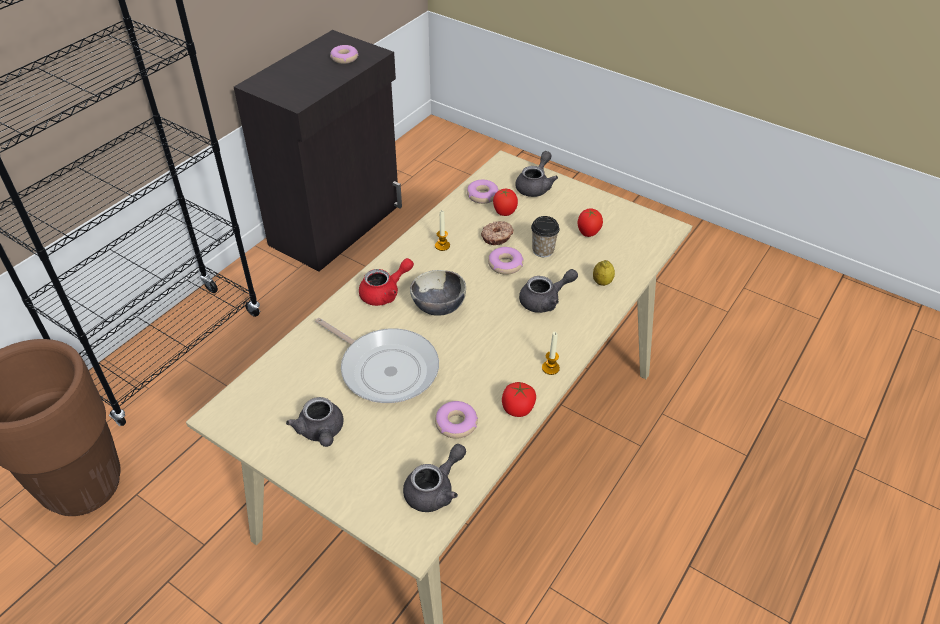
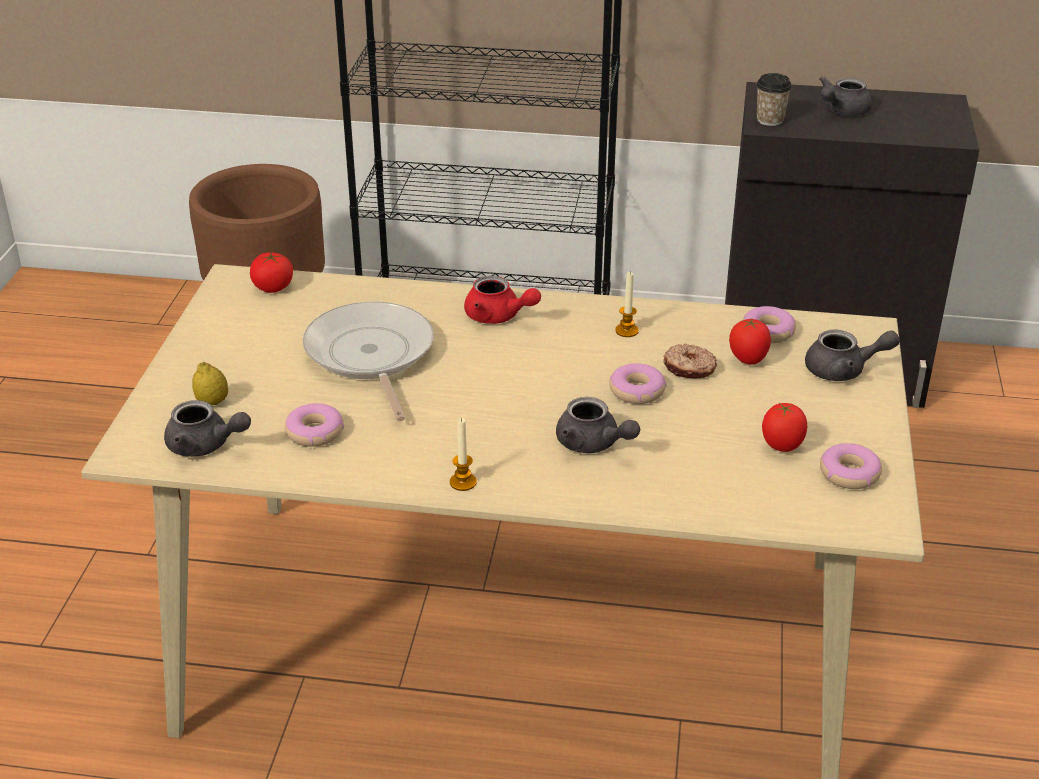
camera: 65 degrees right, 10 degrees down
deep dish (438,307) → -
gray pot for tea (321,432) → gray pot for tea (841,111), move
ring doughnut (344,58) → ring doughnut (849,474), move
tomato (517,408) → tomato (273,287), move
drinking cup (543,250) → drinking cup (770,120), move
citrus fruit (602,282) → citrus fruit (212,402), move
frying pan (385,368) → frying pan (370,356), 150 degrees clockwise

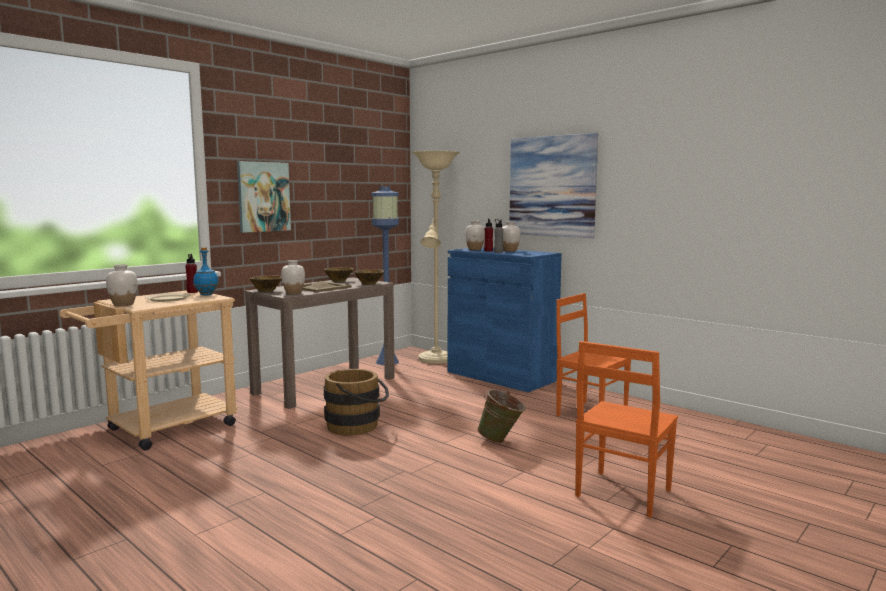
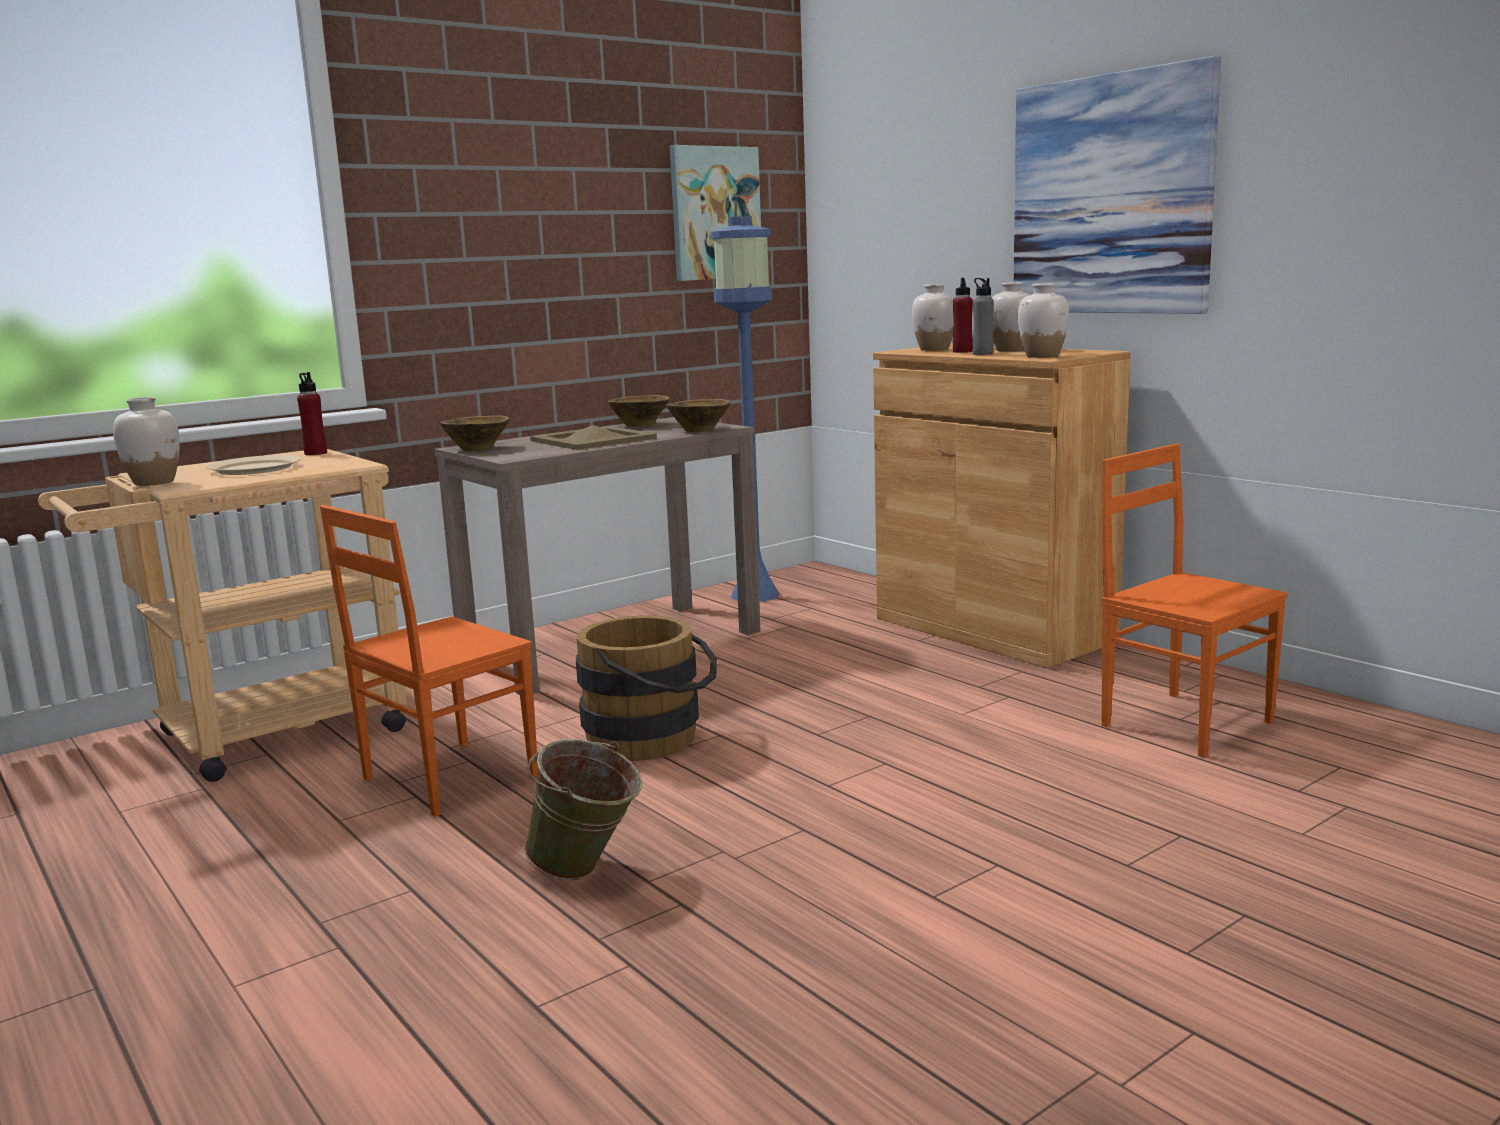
camera: 10 degrees right, 5 degrees up
blue drink bottle (206,295) → -
beige standing lamp (435,360) → -
wall picture (263,197) → wall picture (715,213), move
whitish decorative vase (293,293) → whitish decorative vase (1042,356), move
greenish bucket (501,441) → greenish bucket (587,872), move
orangey chair (621,493) → orangey chair (446,778), move
blue storage cabinet (501,376) → brownish storage cabinet (993,629)

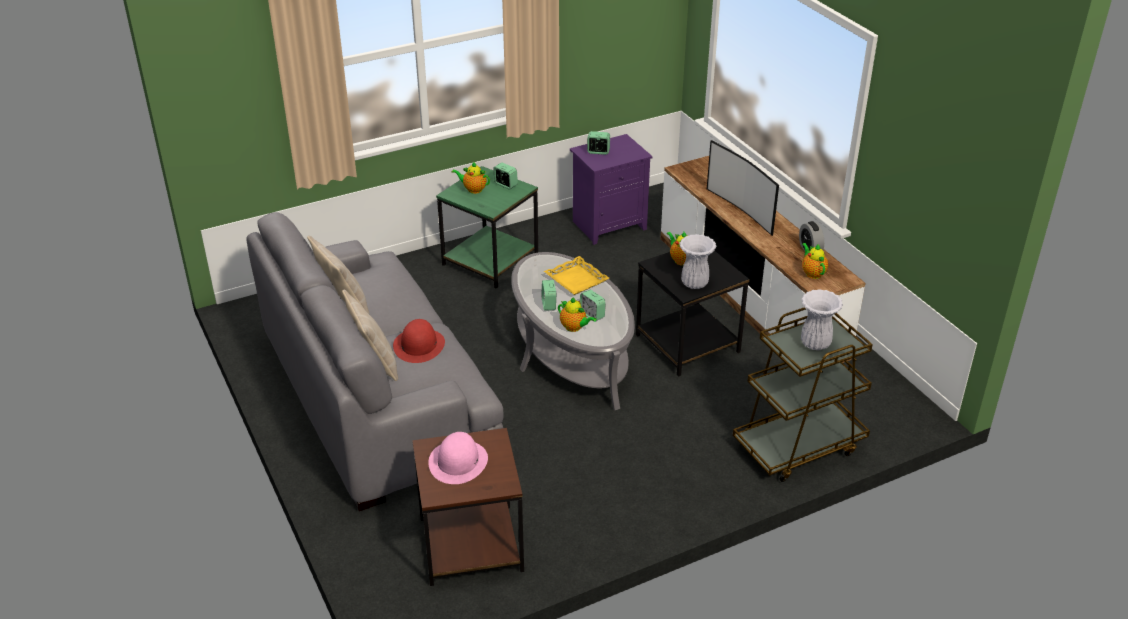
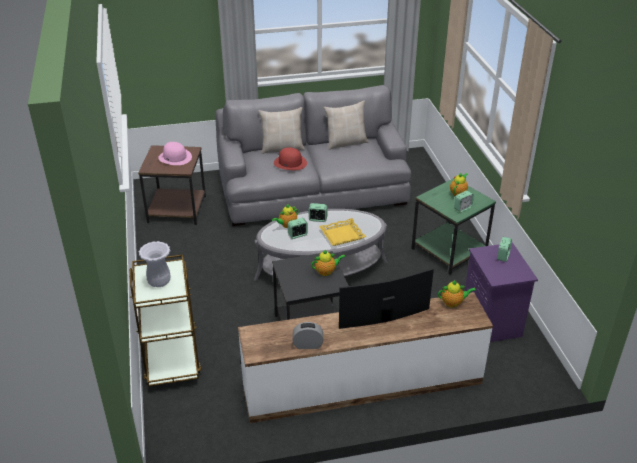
camera: 105 degrees right, 0 degrees up
whitish decorative vase (695,283) → -
pot for tea (812,273) → pot for tea (453,303), move

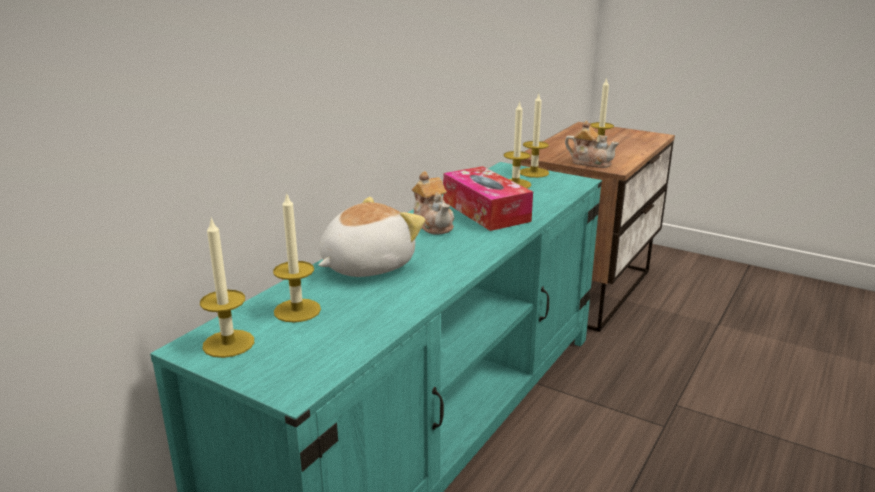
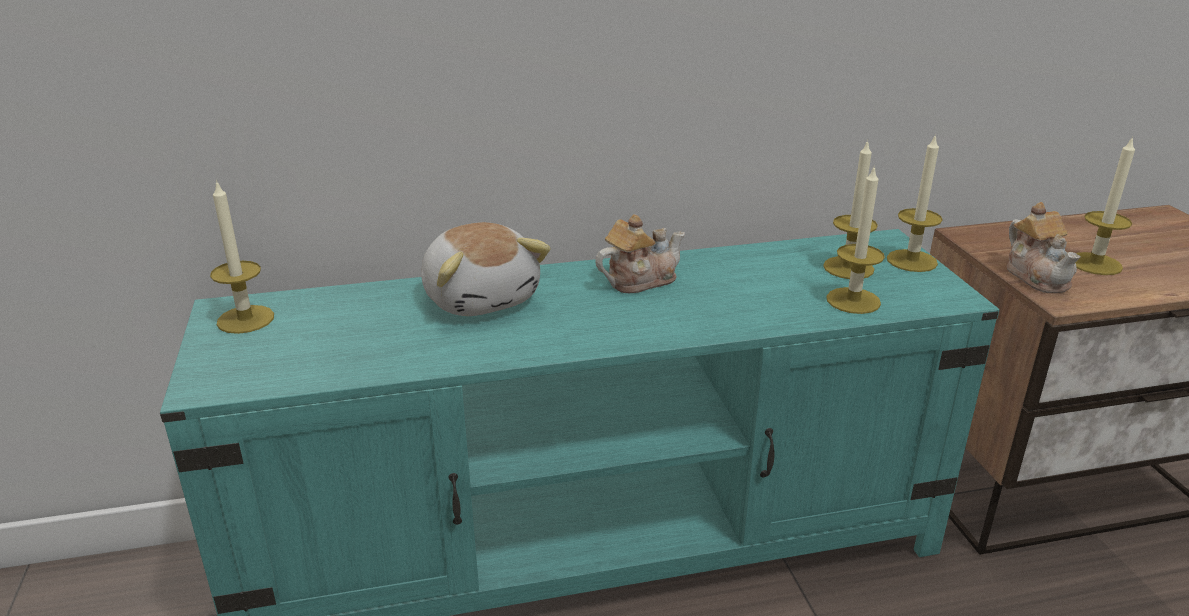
camera: 45 degrees right, 5 degrees up
box of tissues (485,211) → -
wax light (297,310) → wax light (853,300), move
soft toy (365,265) → soft toy (481,297), 60 degrees clockwise
pot for tea (433,224) → pot for tea (639,280), 135 degrees counterclockwise

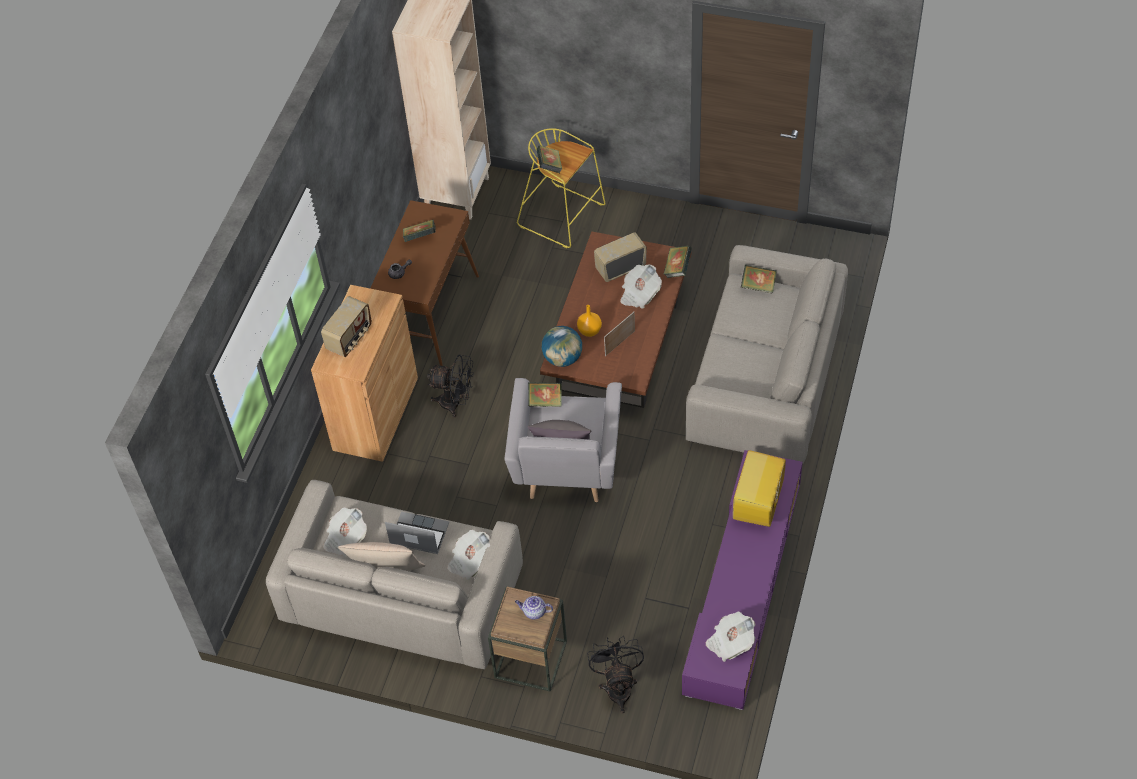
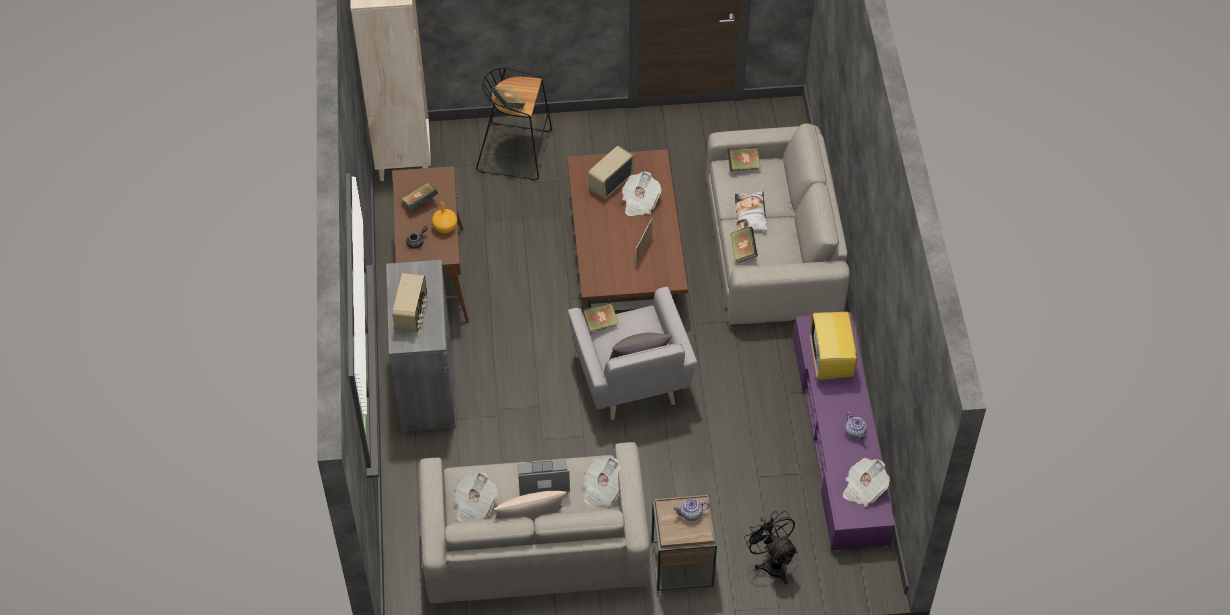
camera: 25 degrees left, 0 degrees up
black-coloured electric fan (455,403) → -
globe (563,358) → -
- → cushion (751,214)
- → pot for tea (855,432)
orangey decorative vase (589,331) → orangey decorative vase (444,228), move
volume (677,268) → volume (743,251), move
brownish storage cabinet (375,413) → gray storage cabinet (426,385)
yellow stool seat (563,216) → black-coloured stool seat (516,151)

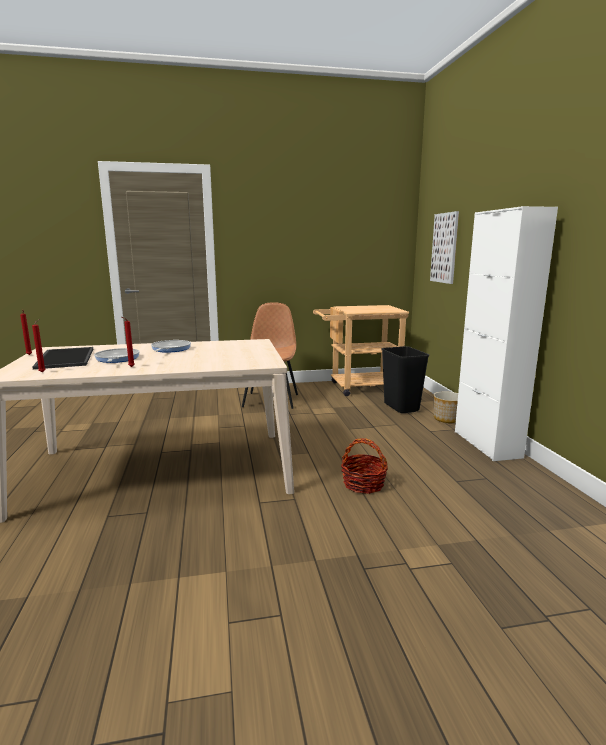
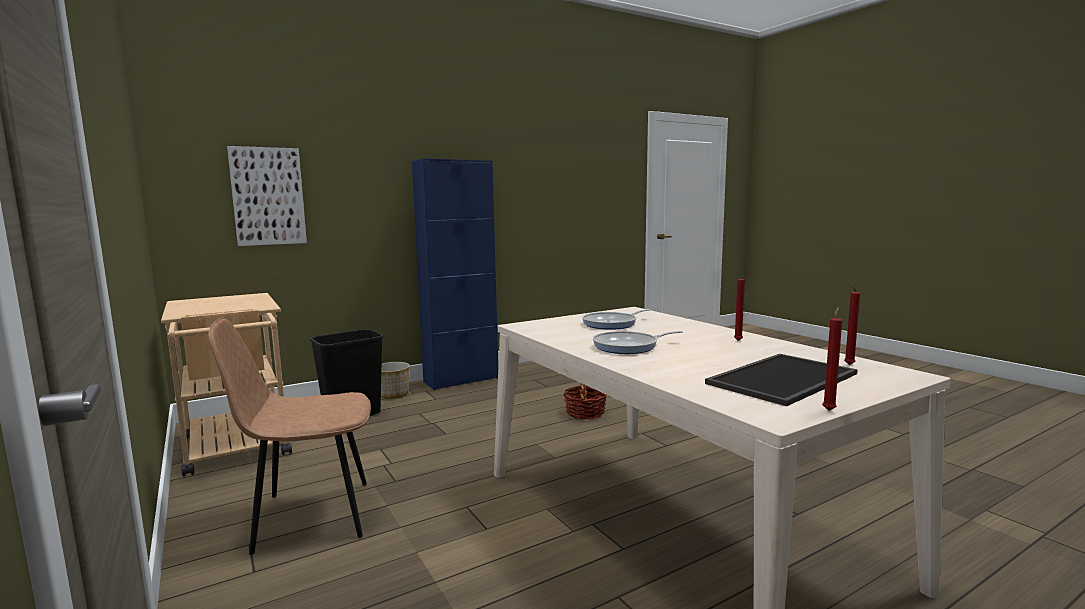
camera: 110 degrees left, 5 degrees down
frying pan (116,359) → frying pan (612,324), move
whitish storage cabinet (487,444) → blue storage cabinet (461,380)

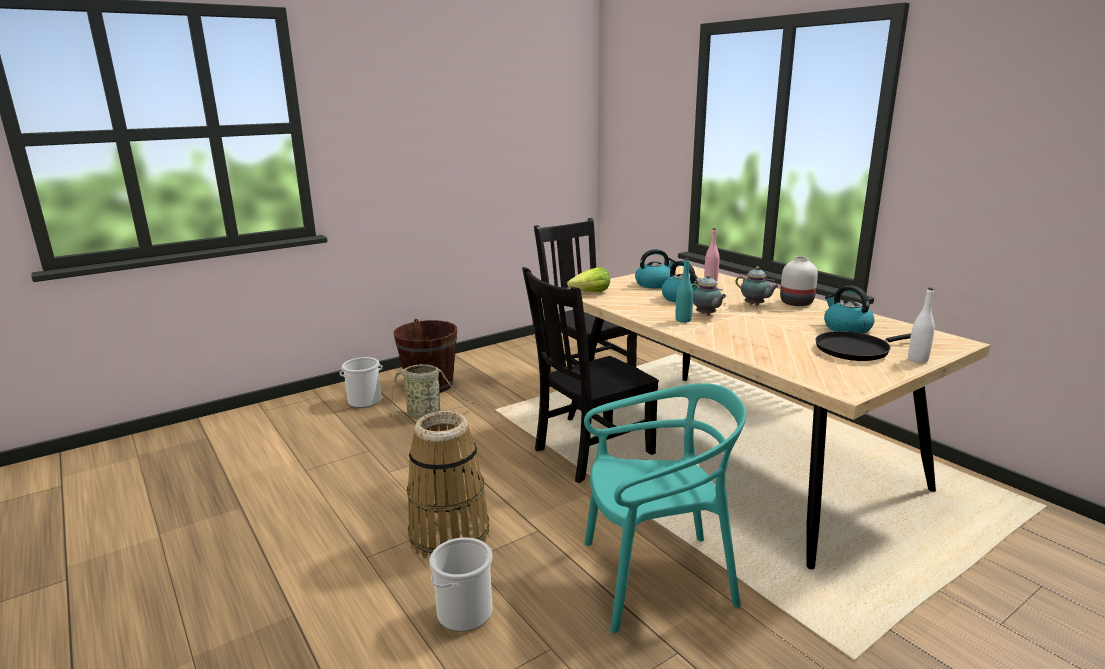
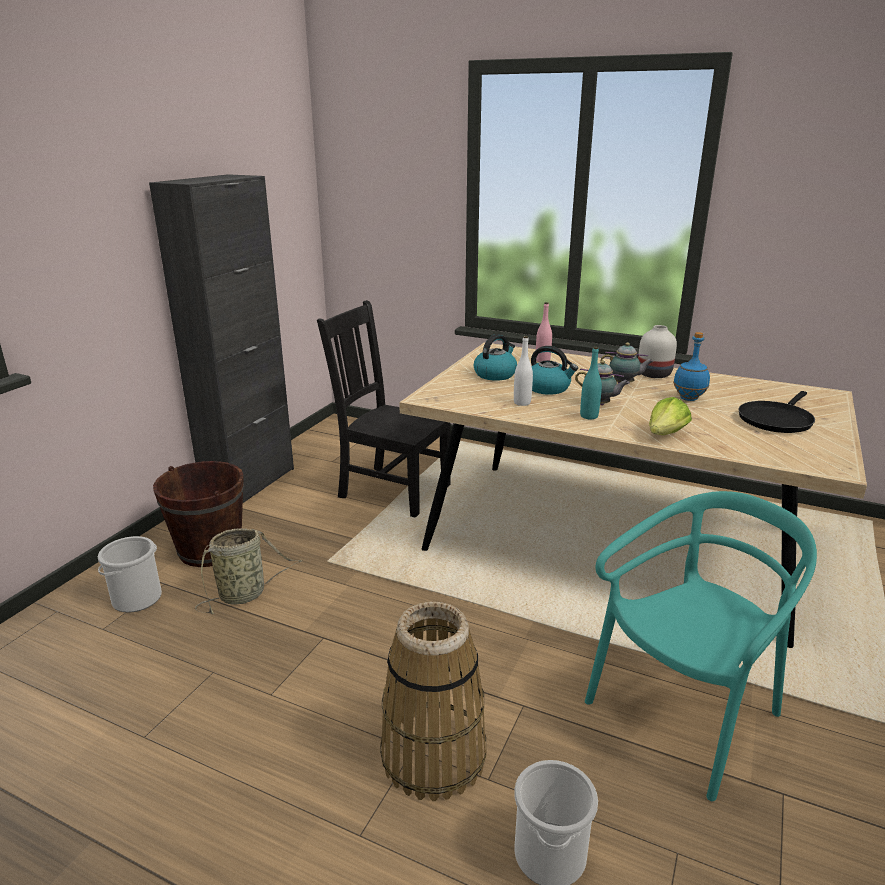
camera: 30 degrees left, 5 degrees up
black-coloured chair (590,453) → -
tea kettle (846,328) → -
- → black-coloured storage cabinet (249,484)
- → blue drink bottle (689,398)
lettuce (591,293) → lettuce (666,434), move
whitish drink bottle (917,360) → whitish drink bottle (522,403), move

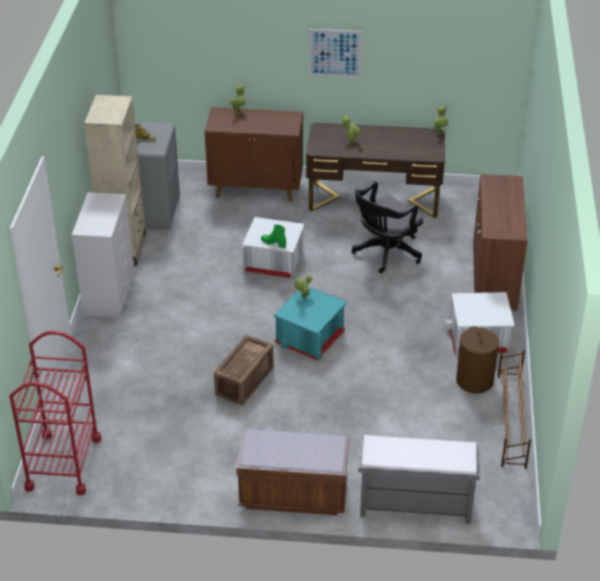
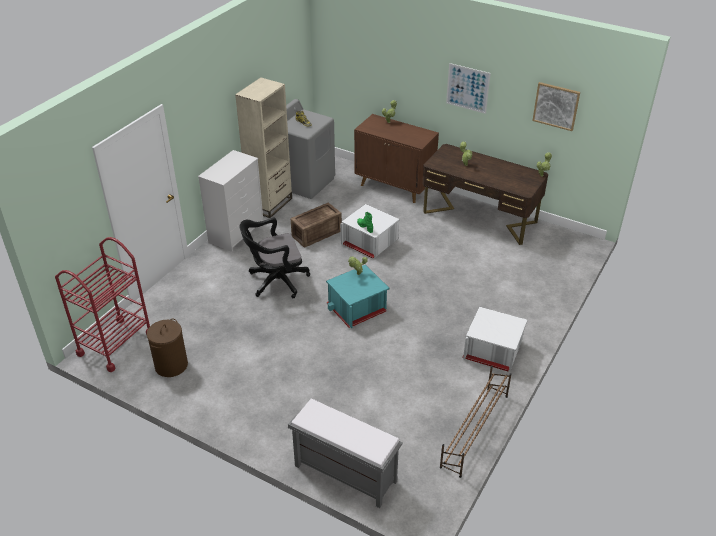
camera: 25 degrees right, 0 degrees up
brownish indoor bench (293,495) → -
brownish storage cabinet (494,276) → -
- → wall picture (556,106)
packing crate (243,381) → packing crate (315,233), move
black-coloured computer chair (385,253) → black-coloured computer chair (275,281), move
brownish laundry basket (474,380) → brownish laundry basket (171,365), move

